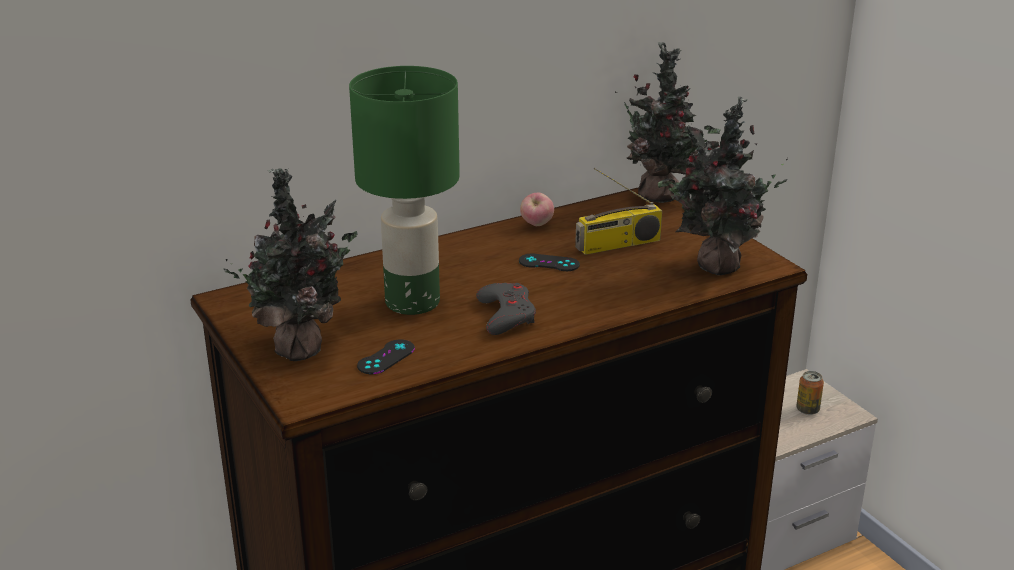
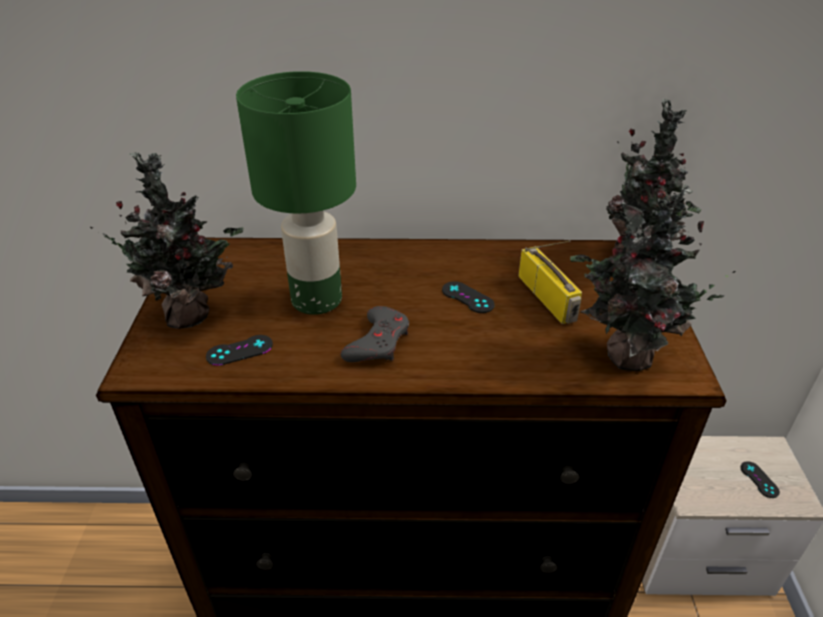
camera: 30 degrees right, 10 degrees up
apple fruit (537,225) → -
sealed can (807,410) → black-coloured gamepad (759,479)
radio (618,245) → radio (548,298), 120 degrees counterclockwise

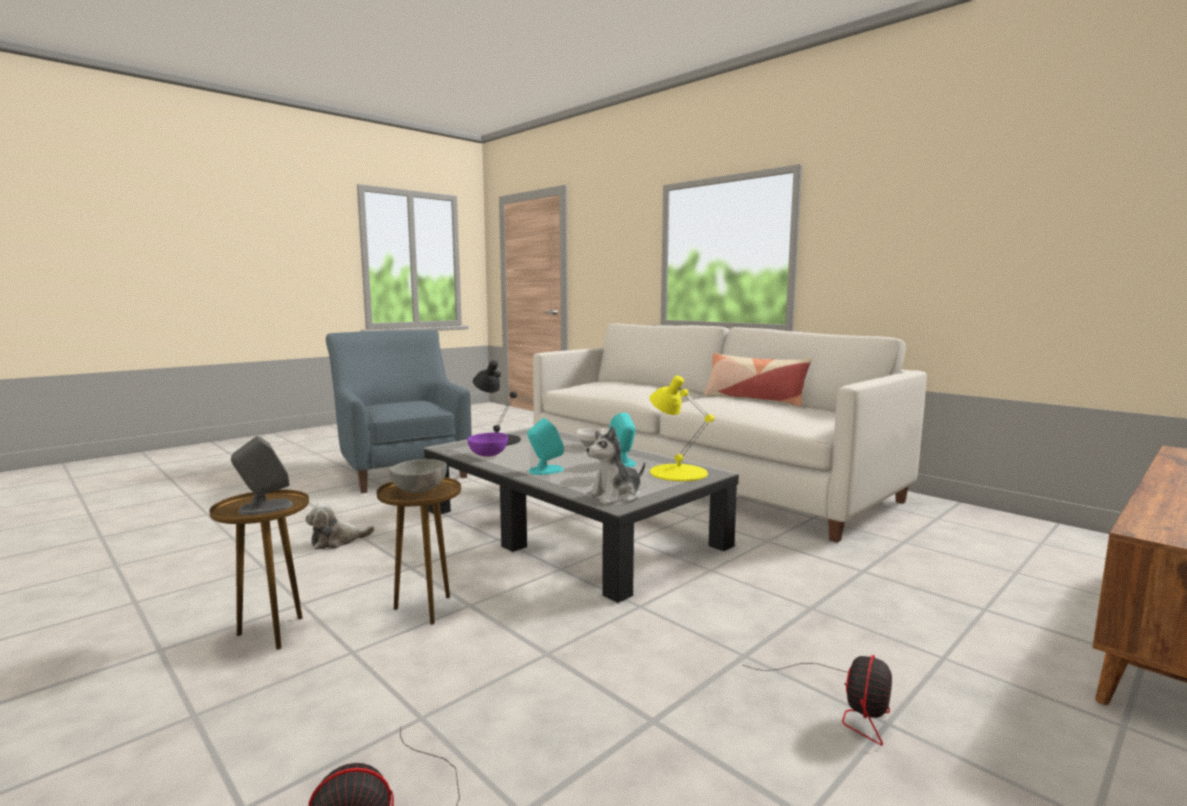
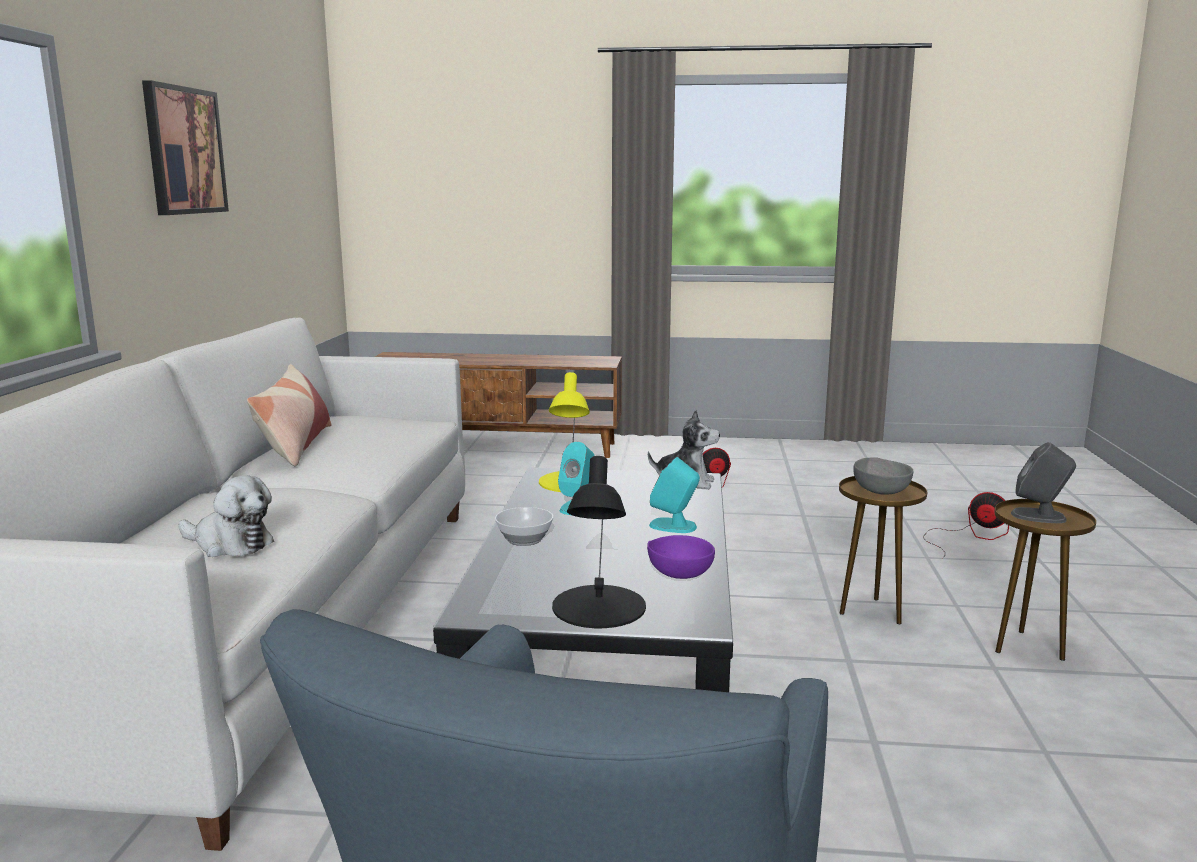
camera: 130 degrees left, 5 degrees up
- → wall picture (184,151)
soft toy (337,541) → soft toy (229,544), move

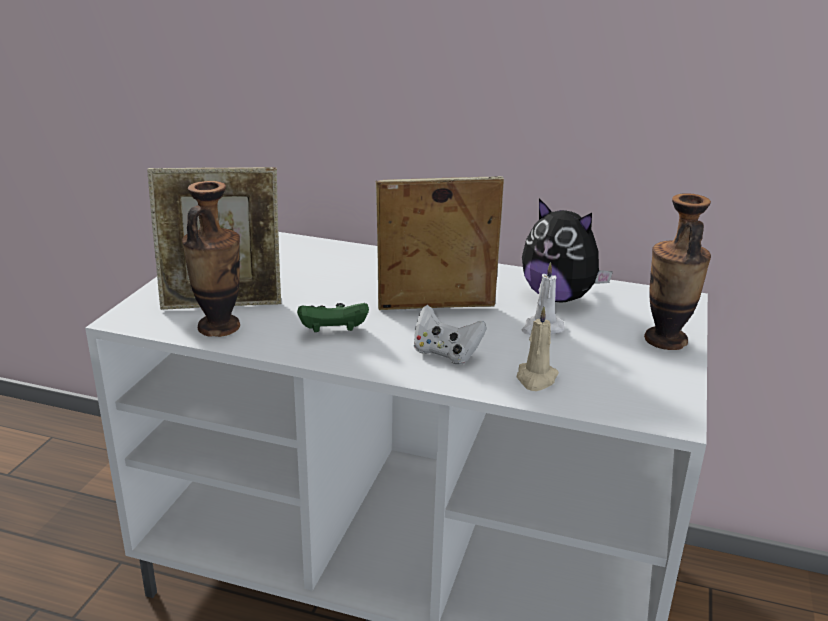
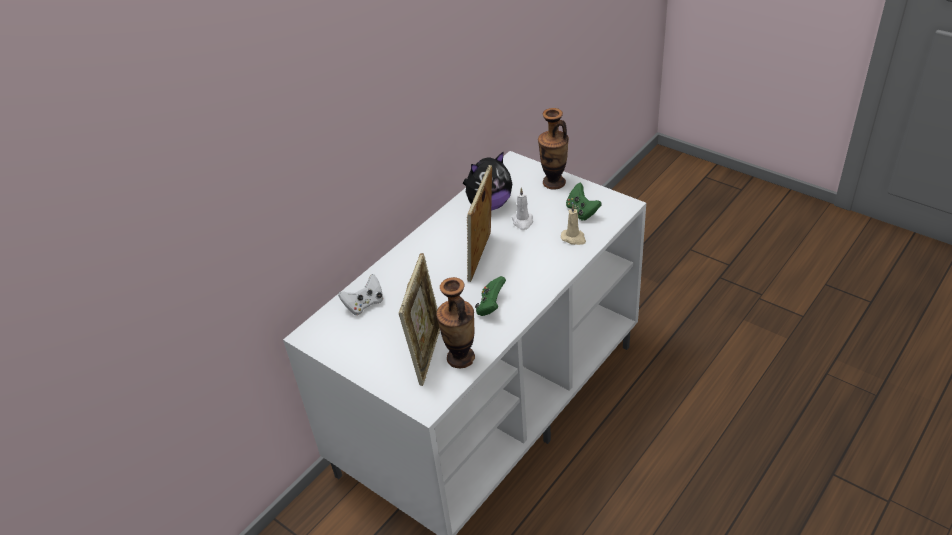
camera: 65 degrees left, 15 degrees up
- → greenish gamepad (582,211)
whitish gamepad (445,354) → whitish gamepad (364,304), move

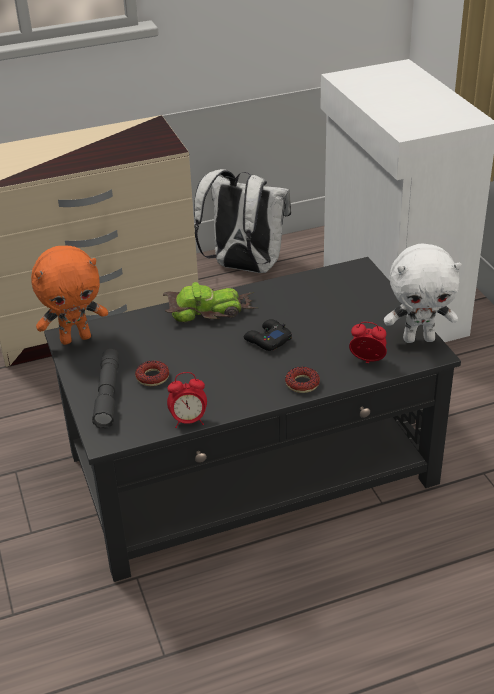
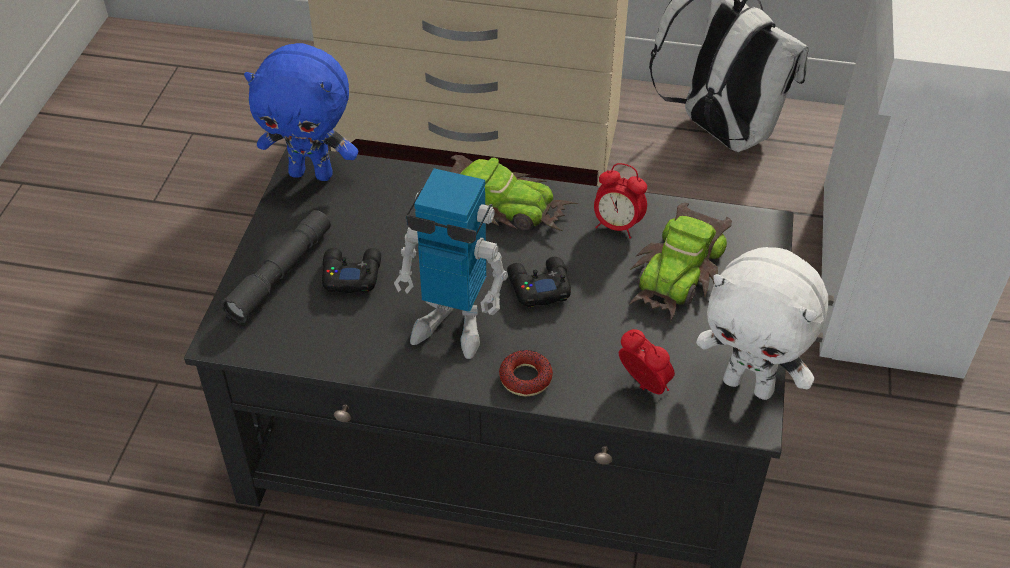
camera: 30 degrees right, 10 degrees up
- → model robot (452,325)
- → model car (679,271)
table clock (189,421) → table clock (617,226), move
ring doughnut (152,377) → black-coloured gamepad (351,274)
orangey soft toy (76,338) → blue soft toy (312,173)

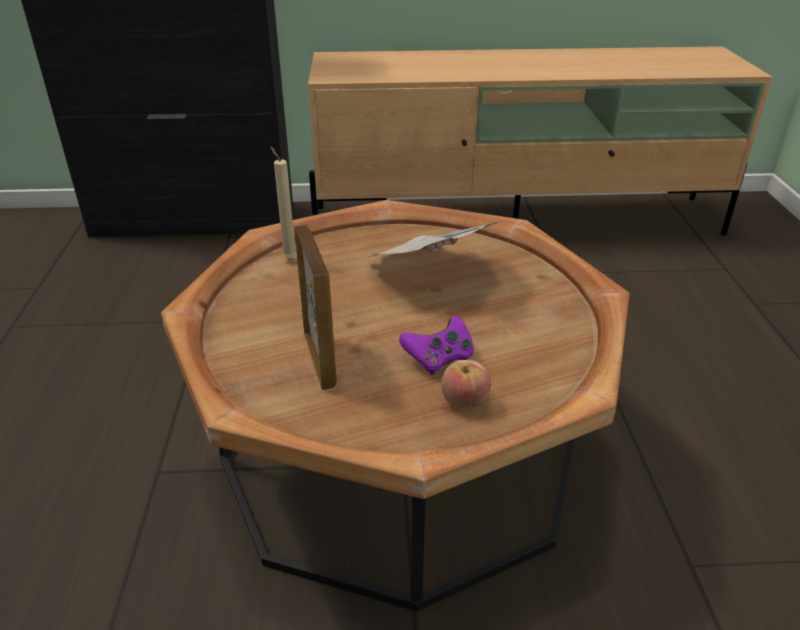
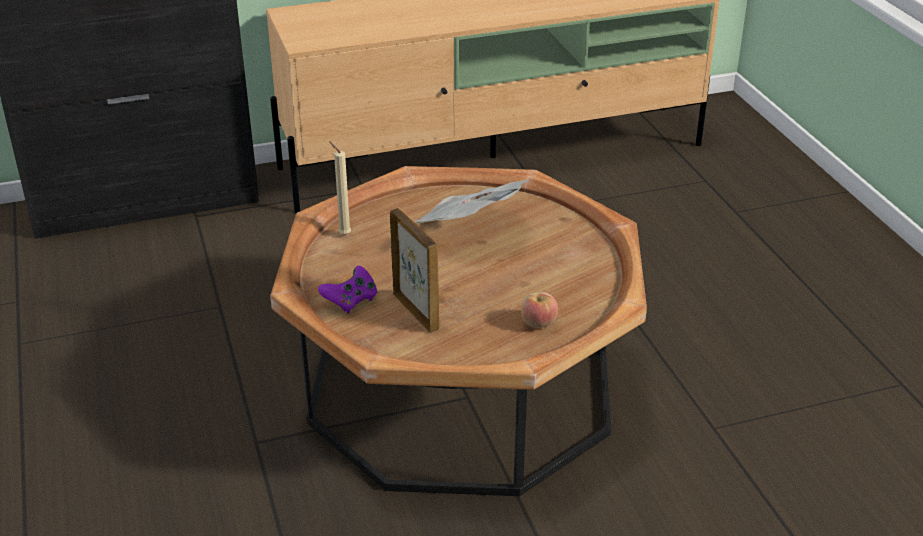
camera: 15 degrees left, 0 degrees up
purple gamepad (439,359) → purple gamepad (351,301), move

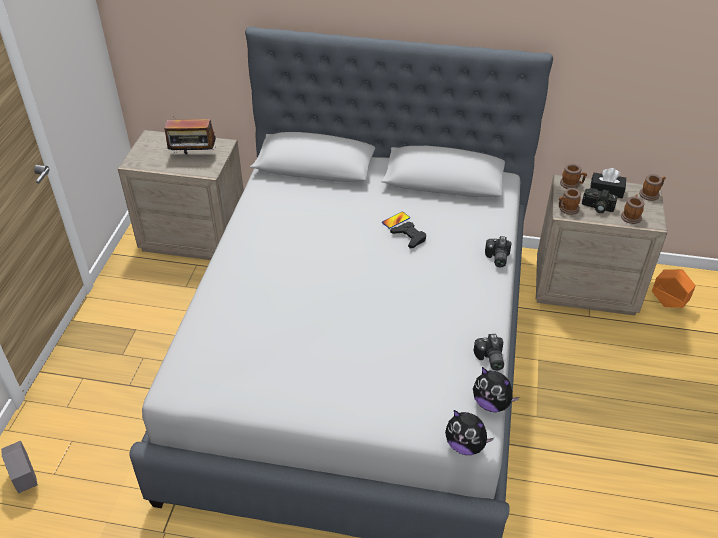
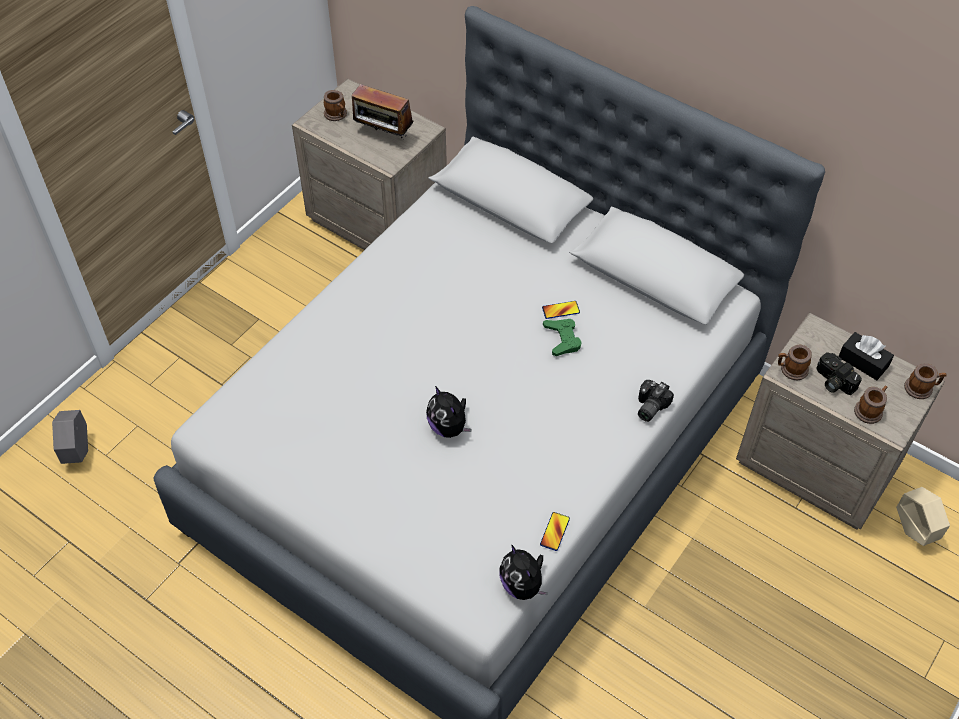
camera: 25 degrees right, 10 degrees up
soft toy (465,445) → soft toy (449,427), move
coffee mug (572,184) → coffee mug (337,115), move
still camera (489,359) → telephone (555,531)
black-coloured gamepad (409,237) → greenish gamepad (562,339)
orangey flower pot (667,303) → beige flower pot (914,530)

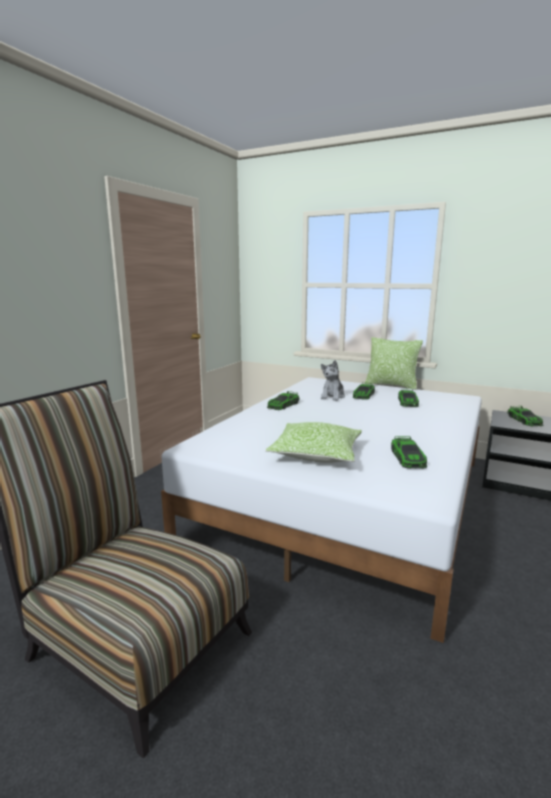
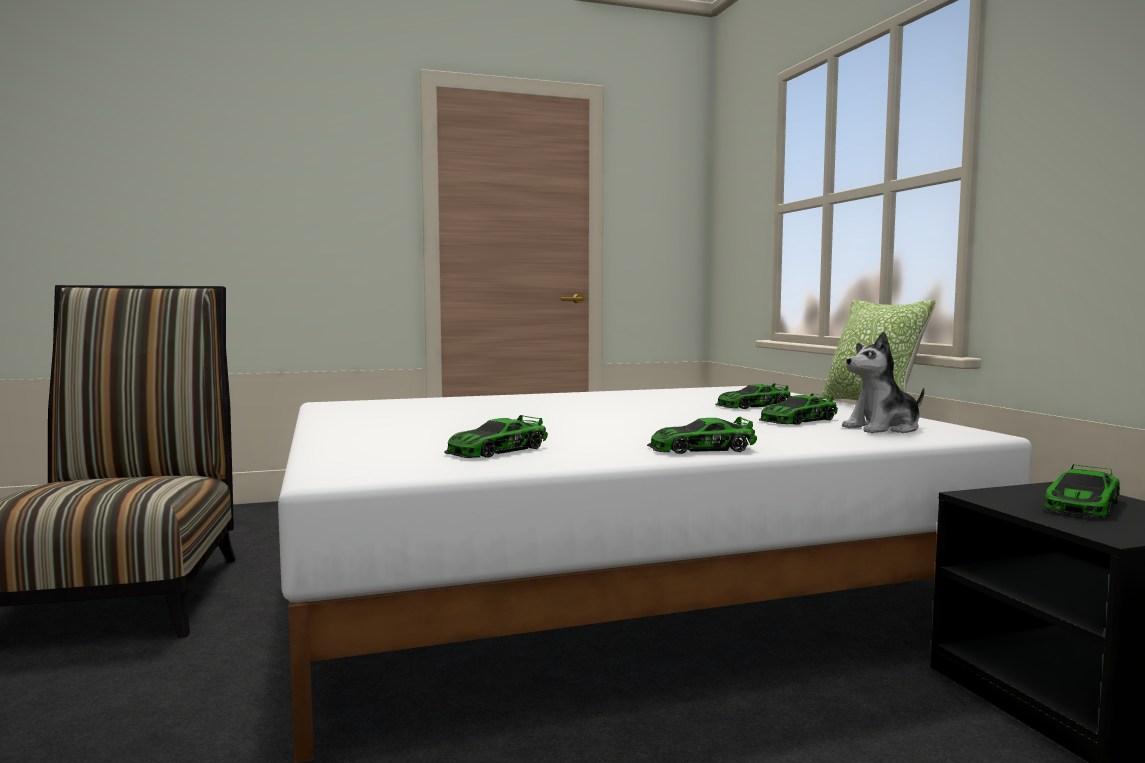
camera: 45 degrees right, 10 degrees down
cushion (316,454) → -
model car (283,405) → model car (701,448), move
soft toy (333,396) → soft toy (883,428), move

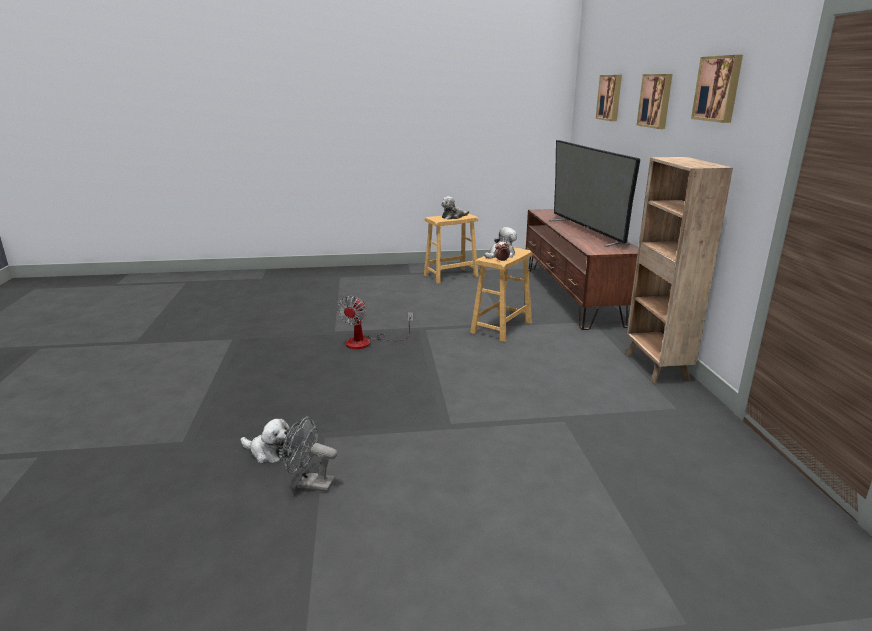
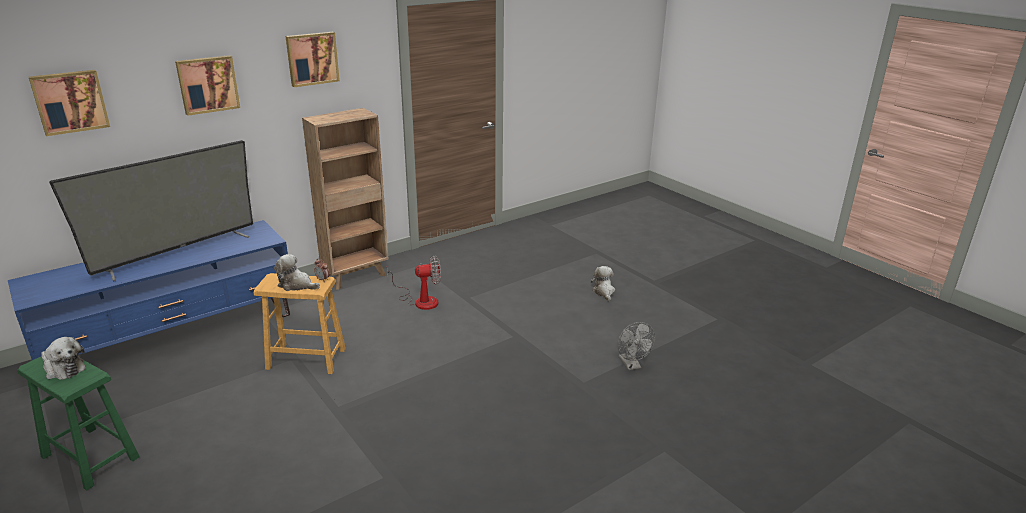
camera: 120 degrees left, 5 degrees up
soft toy (268,452) → soft toy (603,292), move
electric fan (367,342) → electric fan (420,300), move
brownish stool seat (450,276) → greenish stool seat (90,457)
brownish media console (573,295) → blue media console (174,336)

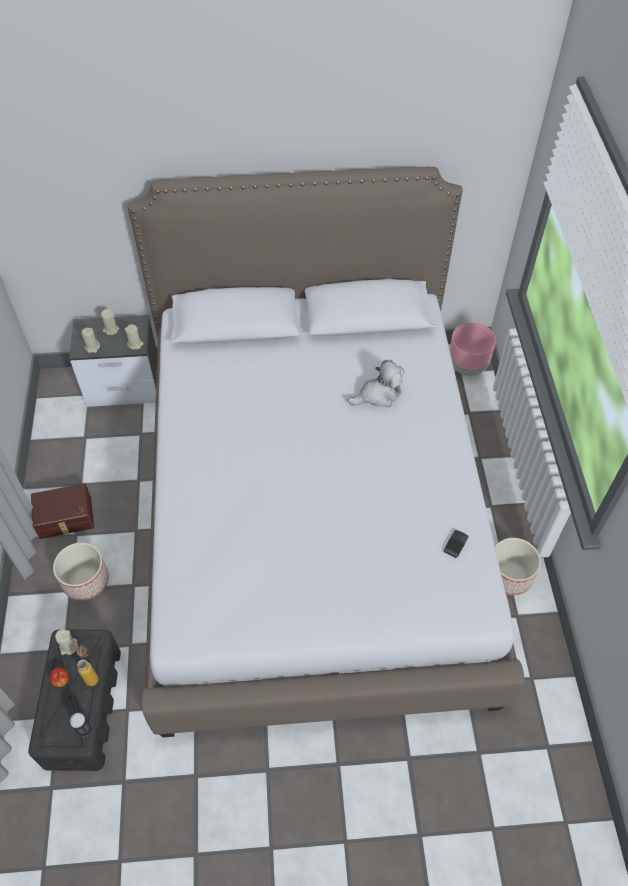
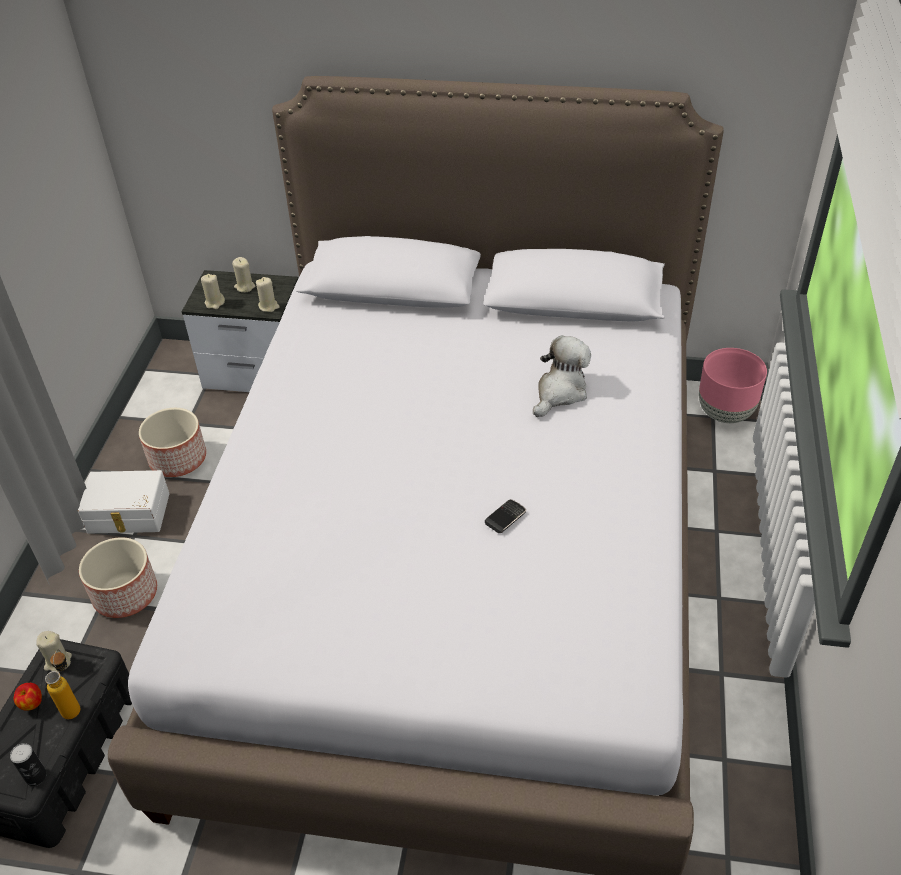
camera: 15 degrees right, 10 degrees down
telephone (455,544) → telephone (505,518), move
flower pot (509,576) → flower pot (178,459), move
brownish storage container (65,518) → whitish storage container (128,514)
soft toy (378,395) → soft toy (560,392), 45 degrees counterclockwise

